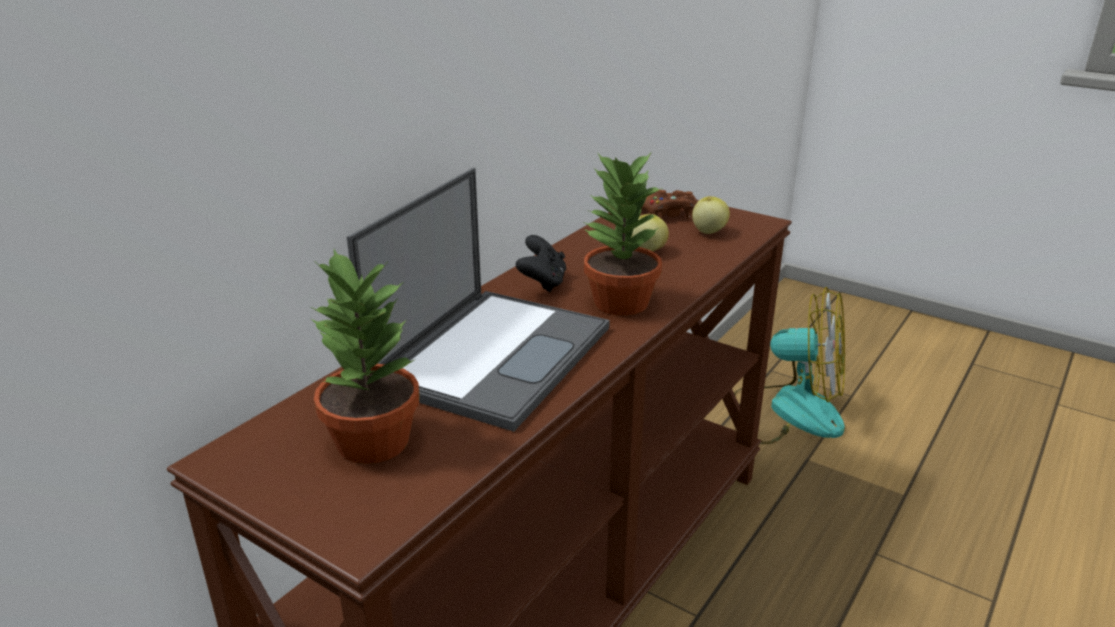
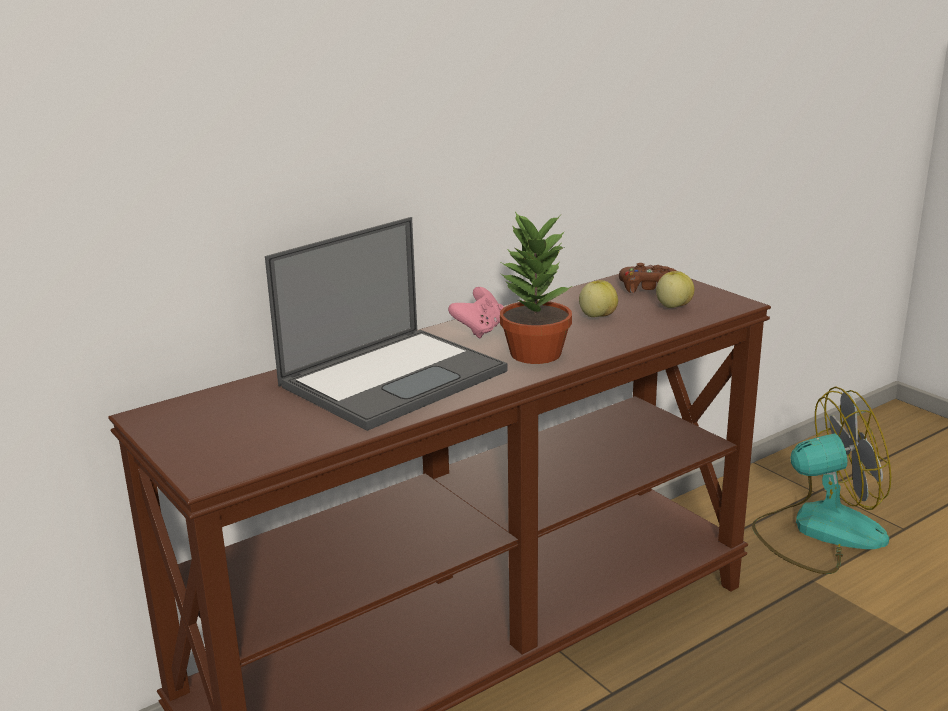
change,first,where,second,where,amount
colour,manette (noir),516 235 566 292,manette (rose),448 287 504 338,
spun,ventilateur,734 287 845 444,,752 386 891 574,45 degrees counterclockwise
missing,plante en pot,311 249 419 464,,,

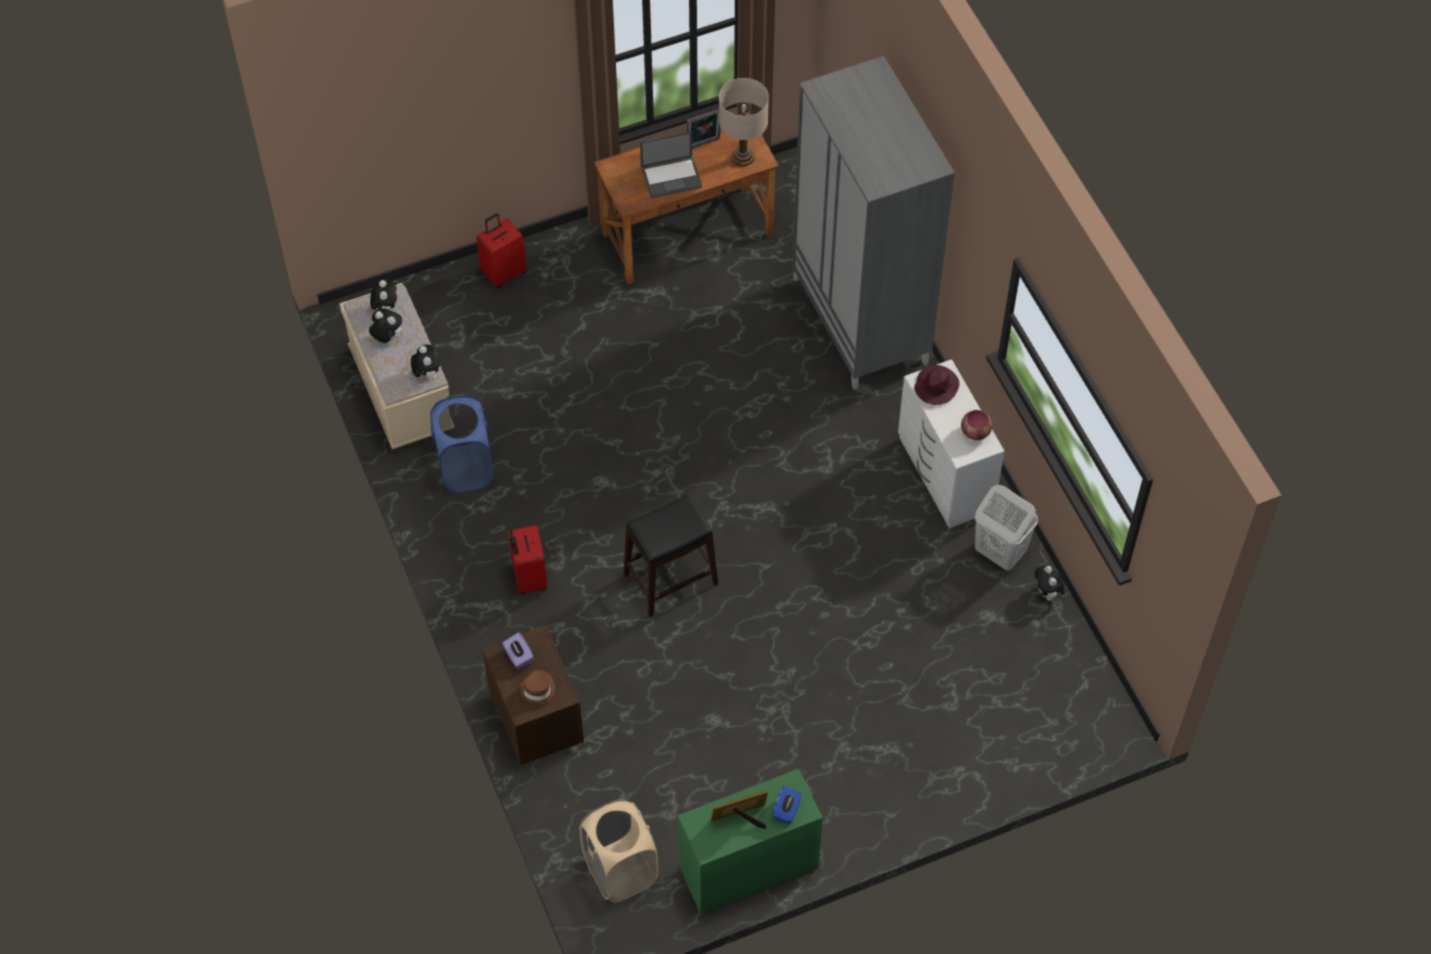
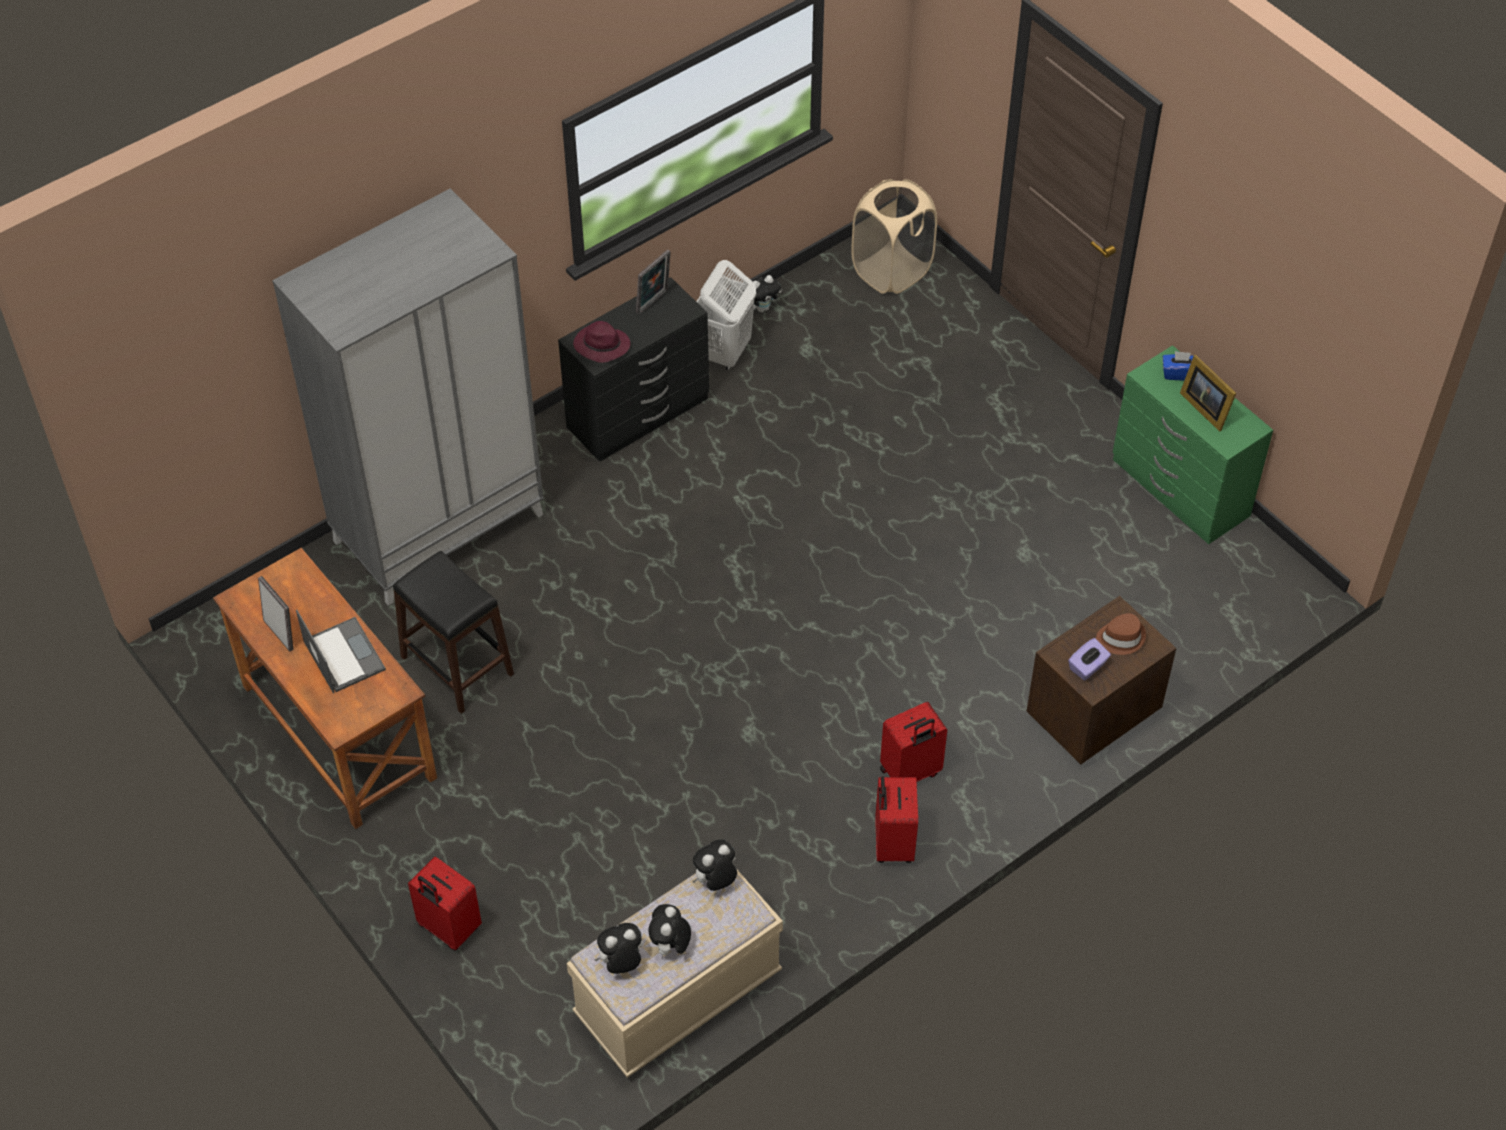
change,first,where,second,where,amount
relocated,tabouret (noir),623 494 718 617,,393 551 514 714,
colour,commode (blanc),898 359 1005 528,commode (noir),558 277 709 462,
exchanged,bol,961 410 992 440,cadre photo,636 249 671 315,
relocated,panier à linge (beige),579 799 659 903,,851 179 937 294,
appeared,,,valise (rouge),875 777 918 863,
missing,panier à linge (bleu),430 396 494 493,,,
missing,lampe de table (beige),719 78 769 166,,,

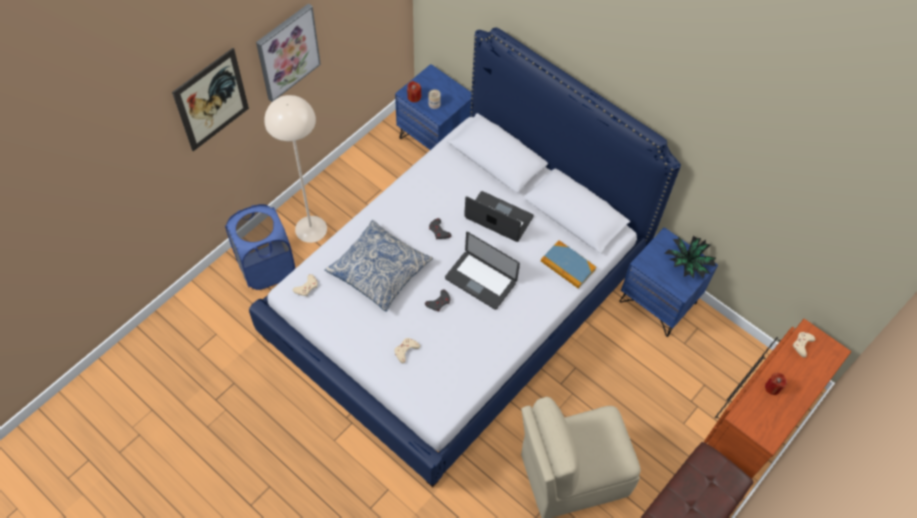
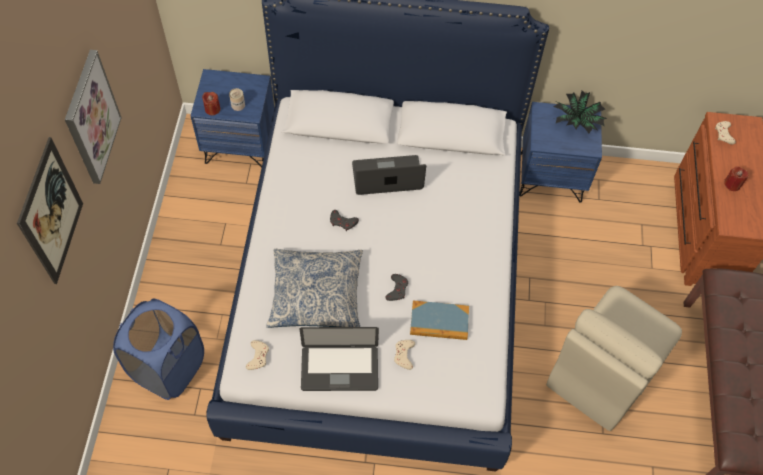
change,first,where,second,where,amount
relocated,ordinateur portable,445 232 520 309,,300 327 379 391,
relocated,livre,541 240 596 289,,410 301 469 340,
missing,lampadaire (beige),264 95 327 243,,,

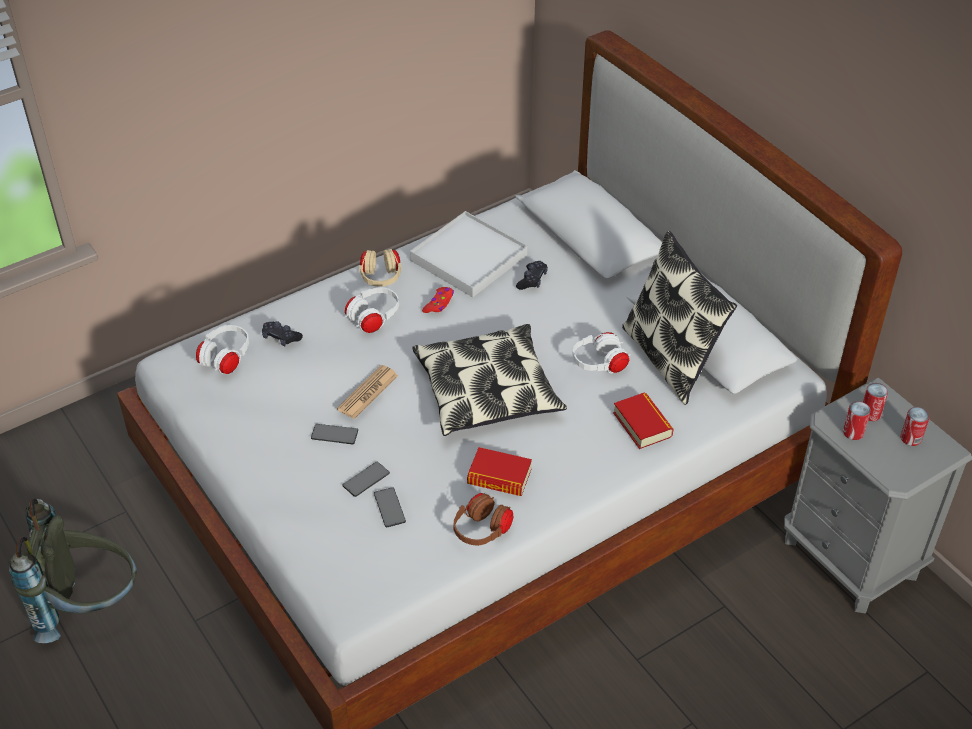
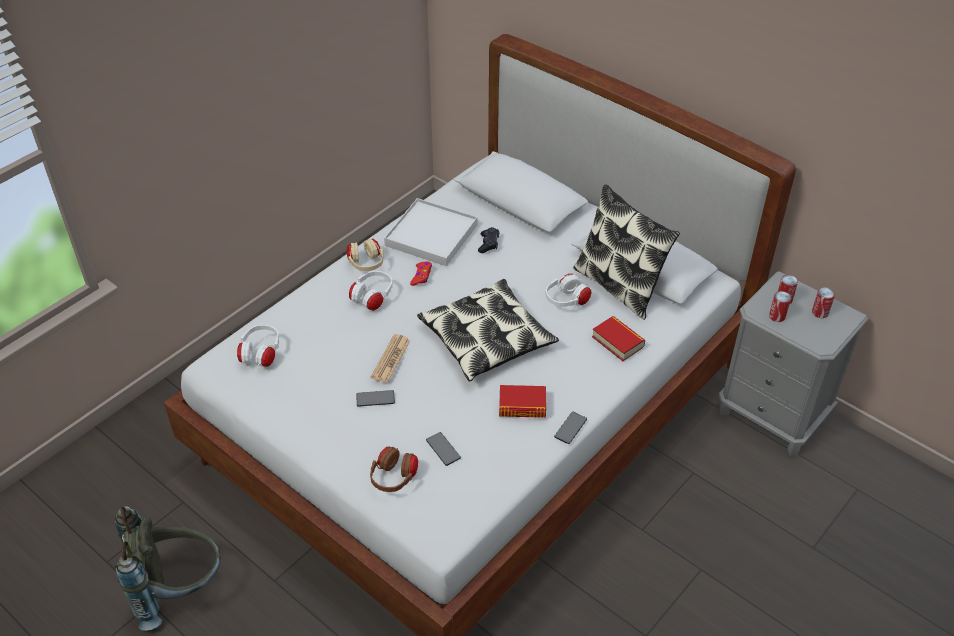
change,first,where,second,where,amount
relocated,casque audio (marron),453 493 513 546,,370 447 418 492,
relocated,téléphone,342 462 390 497,,554 412 587 444,
missing,manette (noir),262 321 303 346,,,

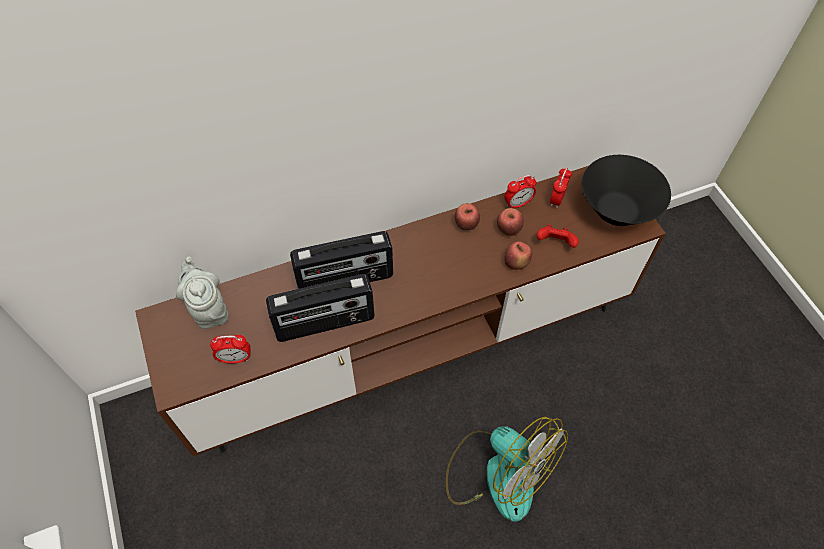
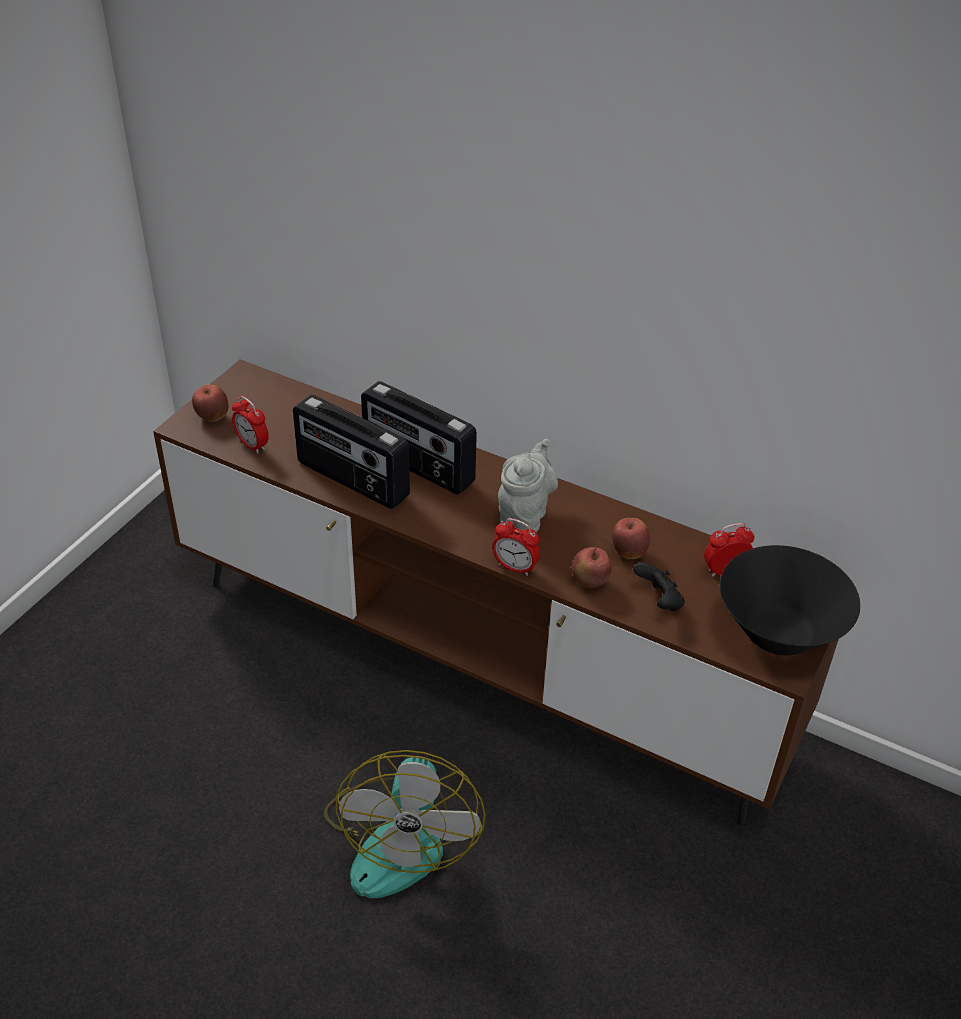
change,first,where,second,where,amount
relocated,pomme,455 203 480 230,,192 385 228 422,
relocated,réveil,504 175 536 208,,492 518 540 576,
relocated,théière (gris),176 257 229 329,,498 439 558 532,
colour,manette (rouge),537 224 579 248,manette (noir),633 562 685 611,

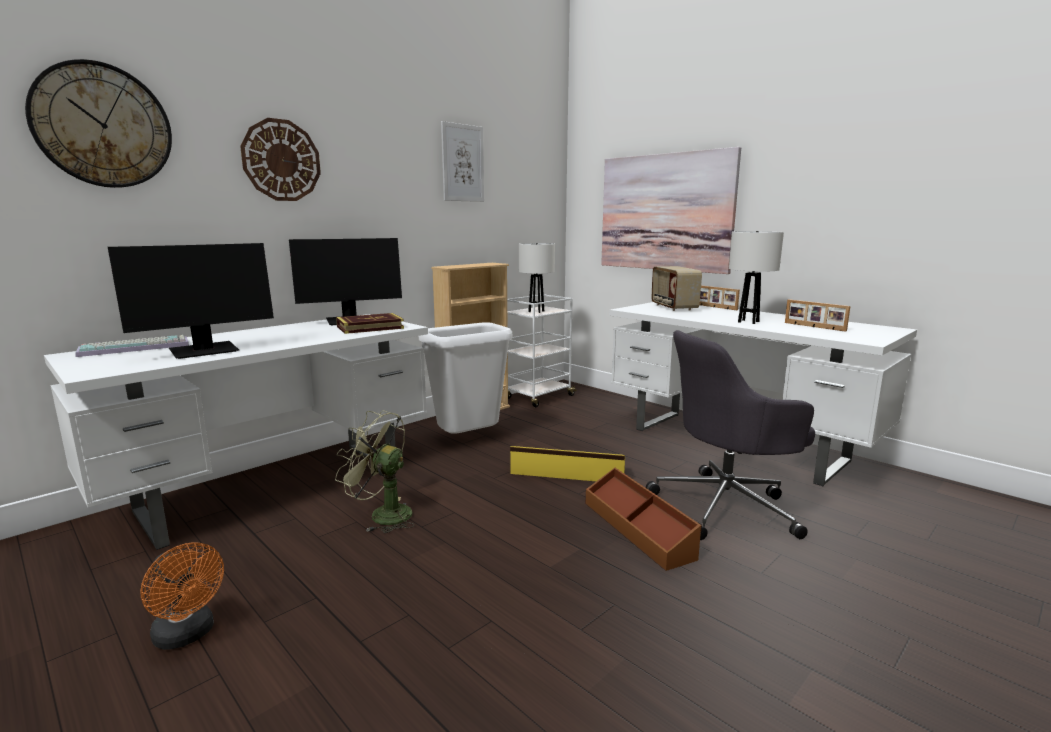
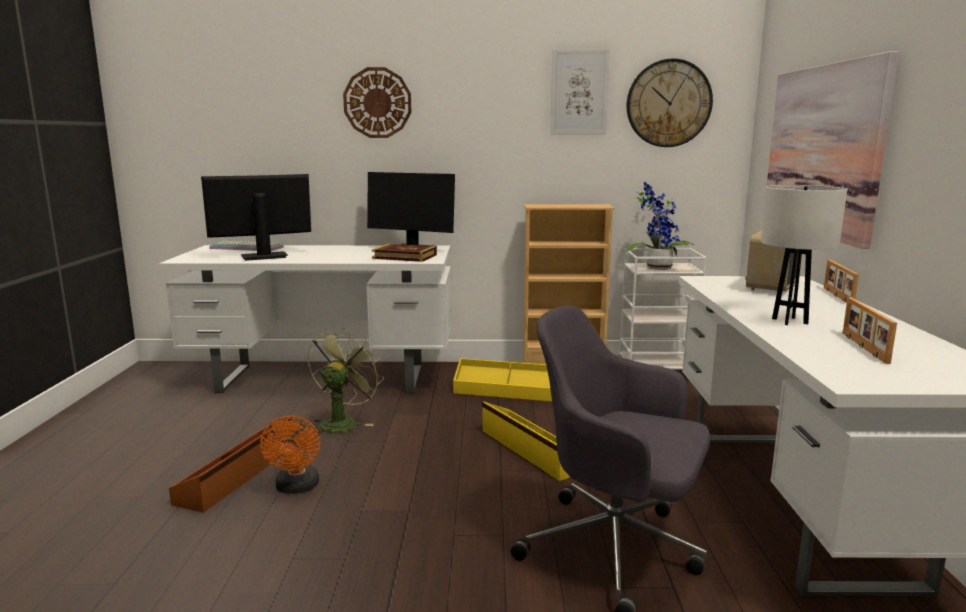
change,first,where,second,where,amount
relocated,boîte de rangement (marron),586 468 702 571,,169 417 292 513,
spun,écran d'ordinateur,108 243 274 359,,201 174 311 261,150 degrees clockwise
relocated,ventilateur (orange),140 542 224 650,,260 416 320 494,
spun,ventilateur (vert),335 410 415 533,,308 328 384 436,45 degrees clockwise
exchanged,poubelle (blanc),419 322 513 434,boîte de rangement (jaune),453 358 552 402,
relocated,horloge murale,25 59 172 188,,626 58 713 147,
exchanged,lampe de table (blanc),519 243 555 313,plante en pot,626 182 694 270,

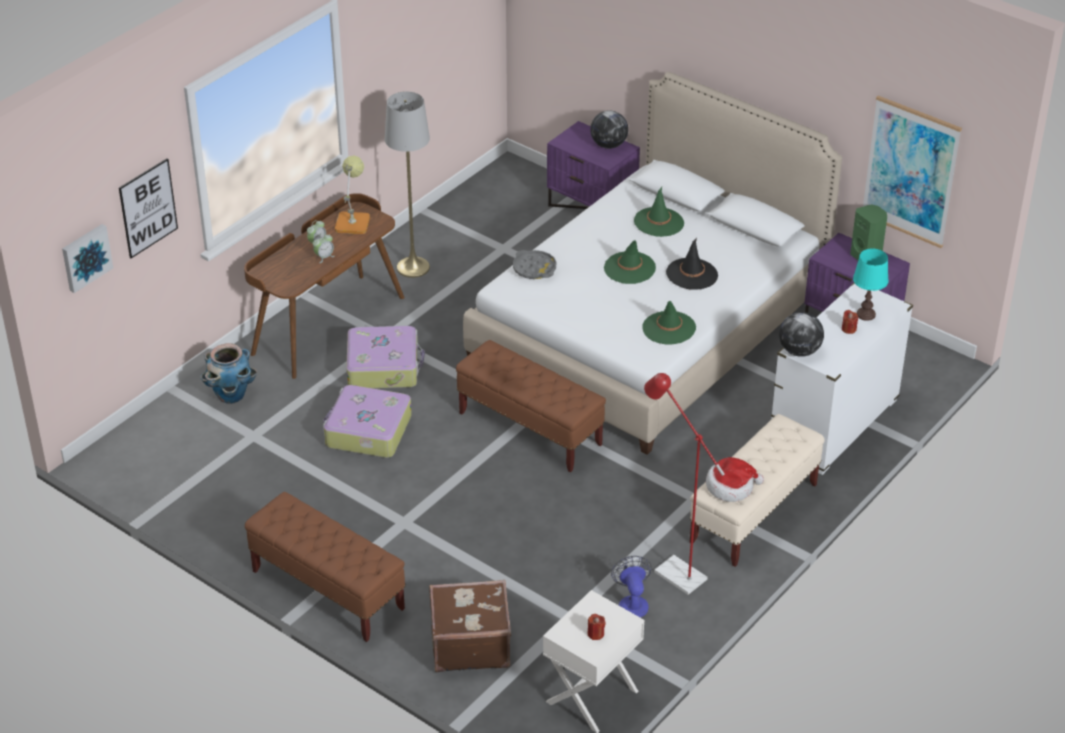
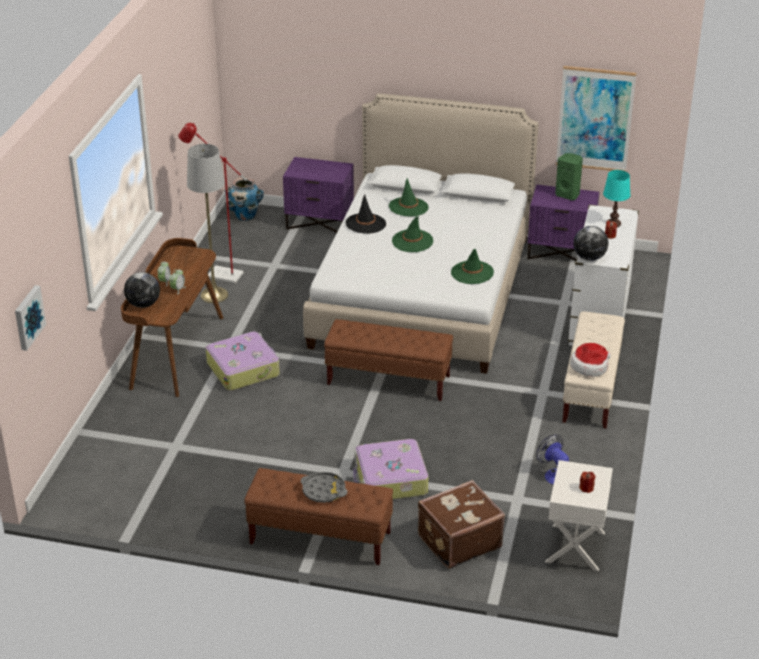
change,first,where,second,where,amount
relocated,globe,590 110 628 149,,124 272 160 308,
relocated,lampadaire (rouge),644 373 725 595,,178 123 247 283,
relocated,cache-pot,200 343 257 404,,224 177 264 221,
relocated,plateau (gris),513 250 556 279,,300 472 348 503,
relocated,chapeau (noir),666 238 718 290,,346 195 386 234,
relocated,valise,323 385 412 458,,353 439 428 499,
missing,tableau,119 158 178 258,,,
missing,lampe de table,335 155 370 234,,,

